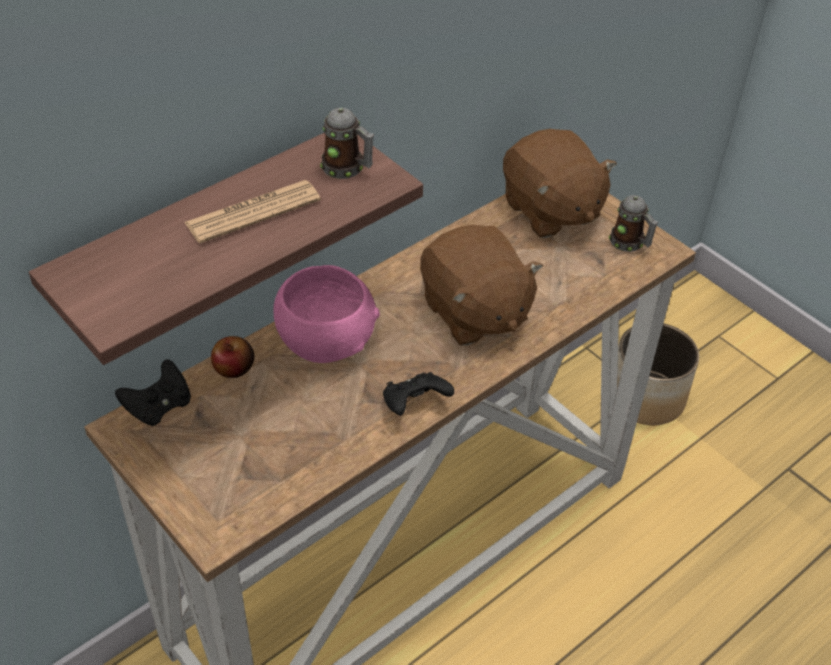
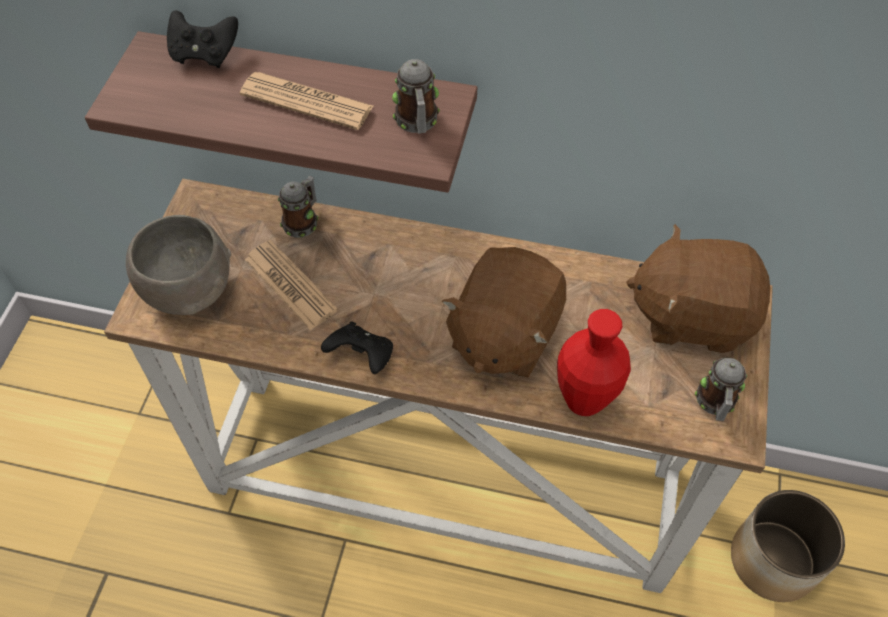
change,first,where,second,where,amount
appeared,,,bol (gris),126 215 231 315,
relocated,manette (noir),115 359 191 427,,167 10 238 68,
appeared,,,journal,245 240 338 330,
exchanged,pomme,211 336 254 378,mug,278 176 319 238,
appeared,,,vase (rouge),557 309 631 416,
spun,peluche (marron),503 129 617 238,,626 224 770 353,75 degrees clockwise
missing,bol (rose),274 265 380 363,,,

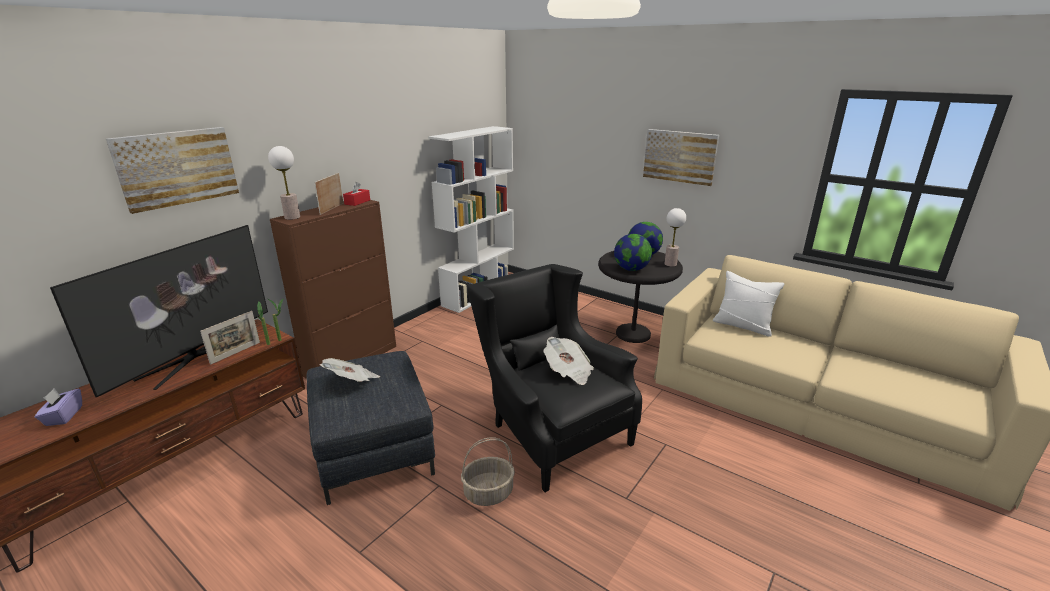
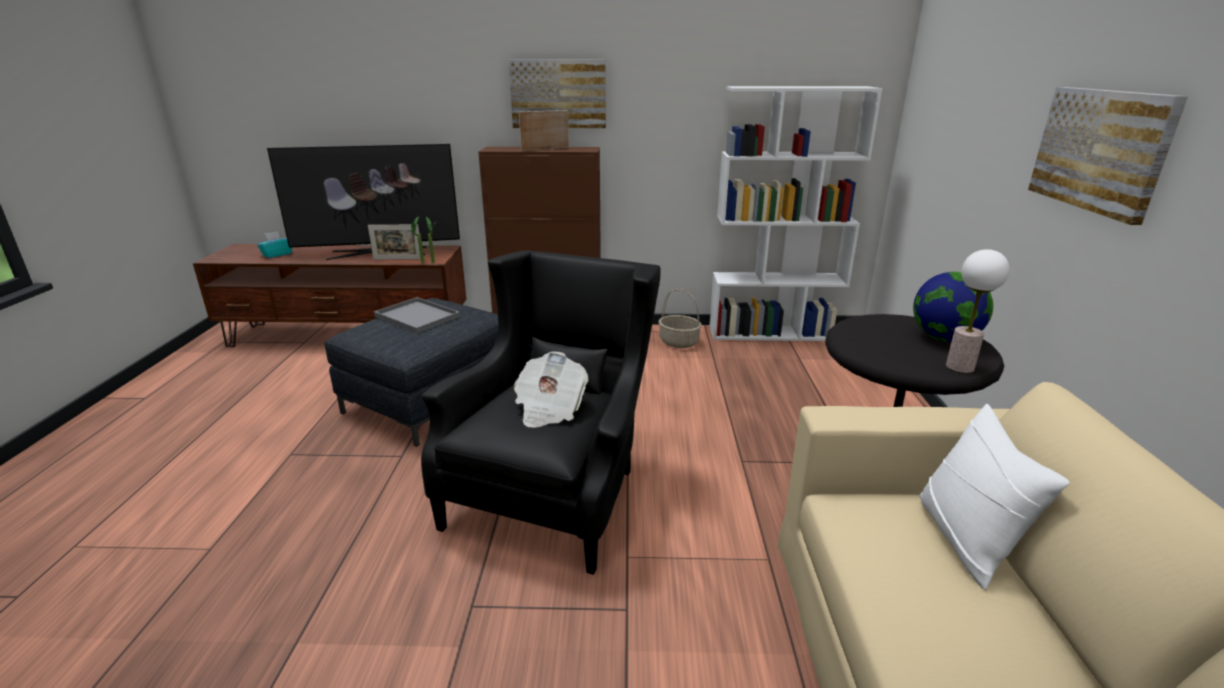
change,first,where,second,where,amount
colour,boîte à mouchoirs (violet),35 388 82 426,boîte à mouchoirs (turquoise),257 231 292 258,
exchanged,journal,319 358 380 382,plateau (gris),374 297 460 333,
relocated,tableau,106 127 239 214,,509 59 606 128,
relocated,panier,461 437 515 506,,659 288 702 348,
missing,lampe de table,268 146 300 220,,,
missing,boîte à mouchoirs (rouge),343 182 370 206,,,
missing,globe,614 234 652 271,,,

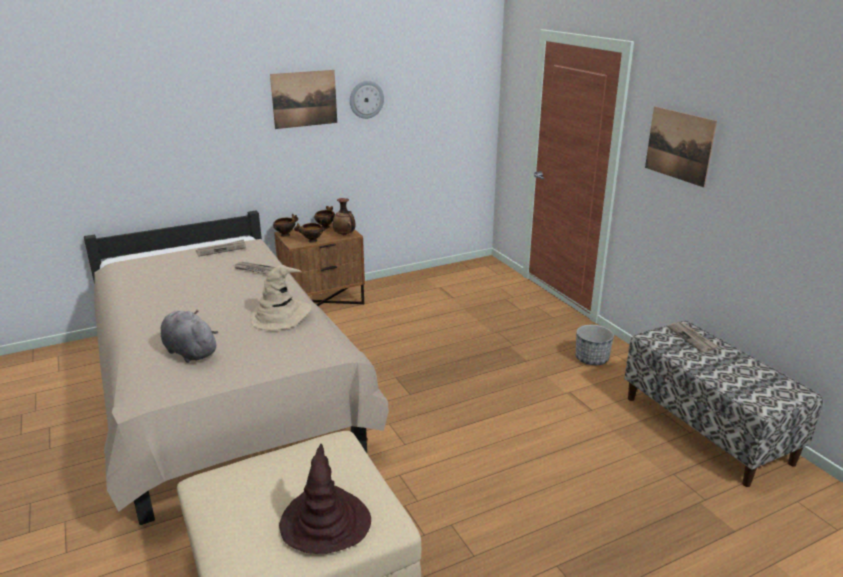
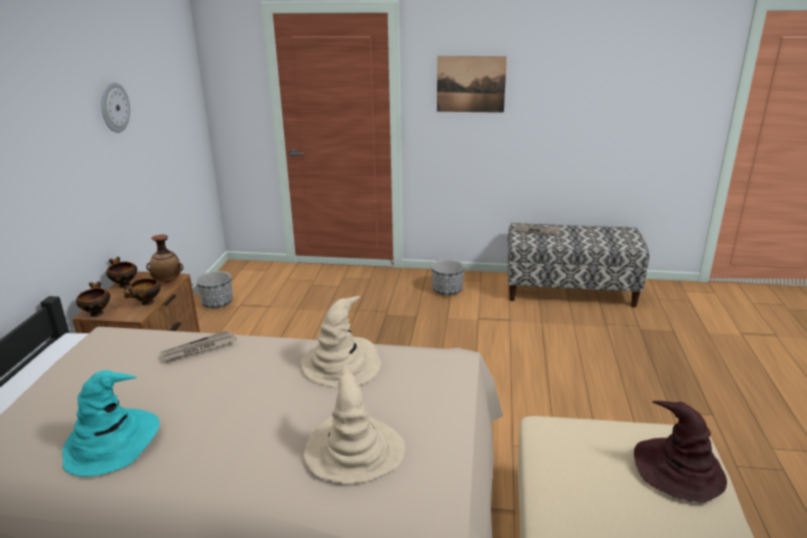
change,first,where,second,where,amount
appeared,,,chapeau (turquoise),62 370 160 477,
appeared,,,cache-pot,196 271 233 308,
exchanged,peluche (gris),161 310 218 363,chapeau (beige),304 364 405 483,
missing,journal,196 239 246 257,,,
missing,tableau,270 70 337 129,,,

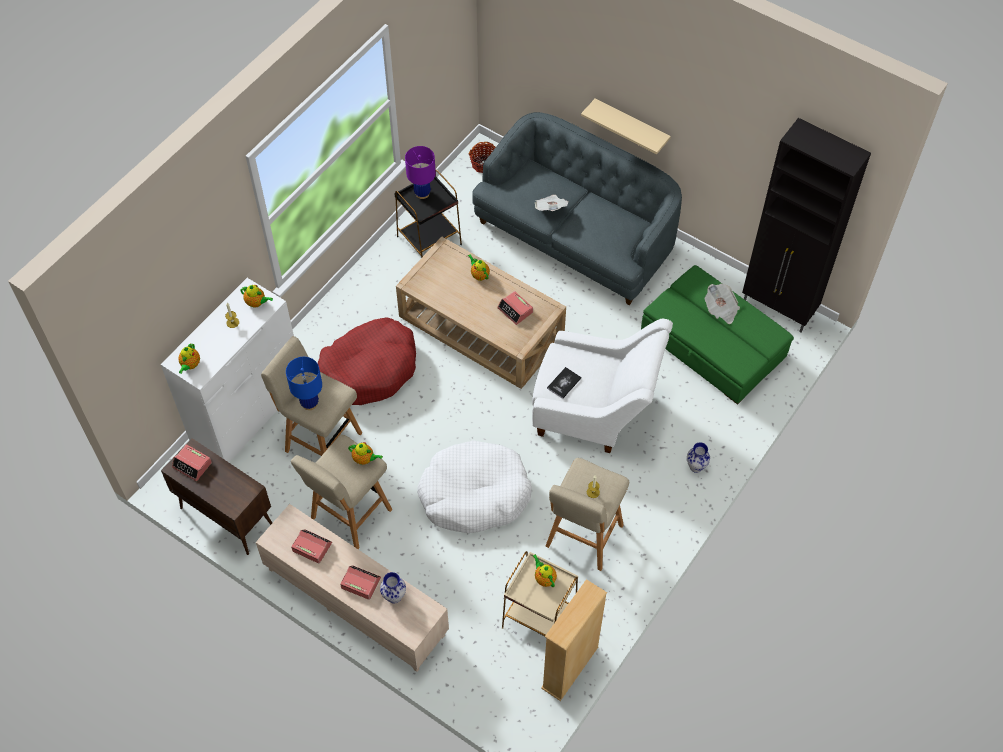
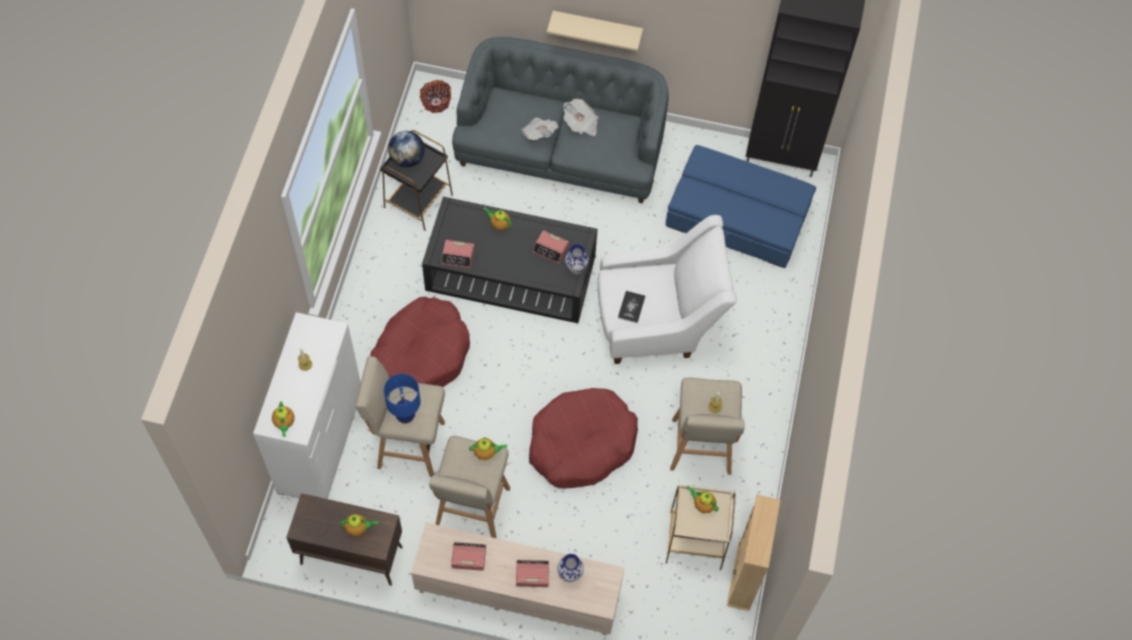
change,first,where,second,where,amount
relocated,théière,240 285 273 308,,340 513 379 536,
exchanged,lampe de table (violet),405 146 436 199,globe,388 131 425 167,
colour,table basse (beige),396 236 566 389,table basse (noir),422 197 598 323,
relocated,réveil,172 444 212 481,,441 240 474 268,
colour,panier pour chien (blanc),417 440 532 533,panier pour chien (rouge),529 388 638 489,
relocated,journal,705 284 740 324,,563 99 598 136,
relocated,vase,687 442 710 473,,565 244 589 275,
colour,pouf (vert),641 265 794 404,pouf (bleu),666 145 816 268,

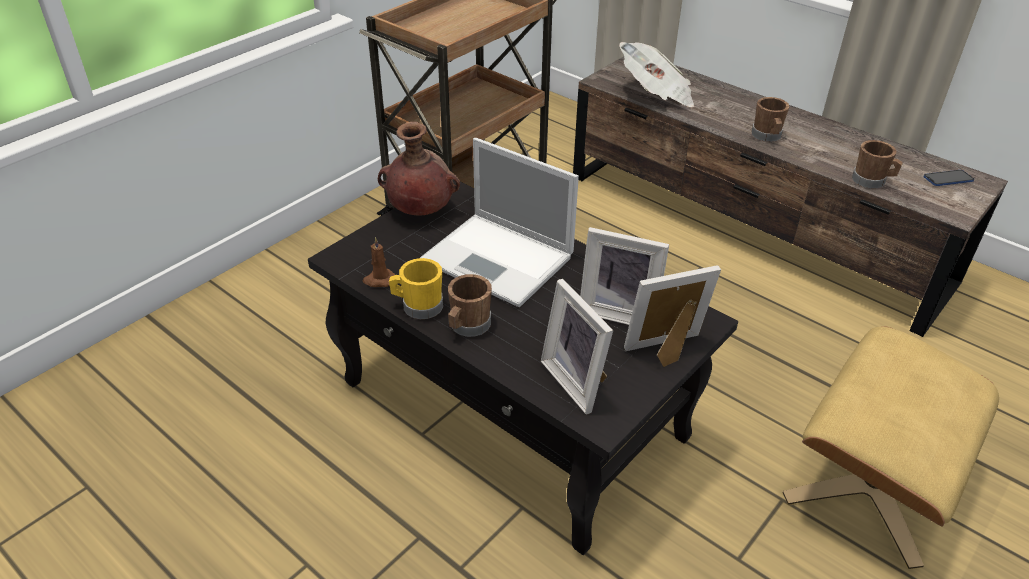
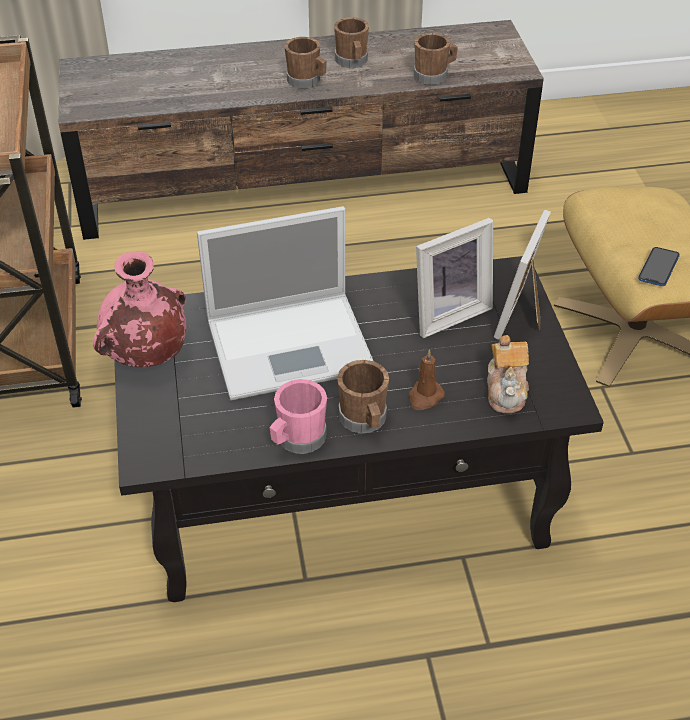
change,first,where,second,where,amount
colour,vase (marron),378 122 460 215,vase (rose),93 251 187 367,
colour,mug (jaune),389 258 443 319,mug (rose),270 379 327 454,
appeared,,,mug (marron),334 17 369 68,
relocated,bougie (marron),362 237 395 287,,408 349 445 410,
exchanged,cadre photo,541 279 613 415,théière,487 335 529 414,
relocated,téléphone,923 170 974 186,,638 247 680 286,
missing,journal,619 42 694 107,,,

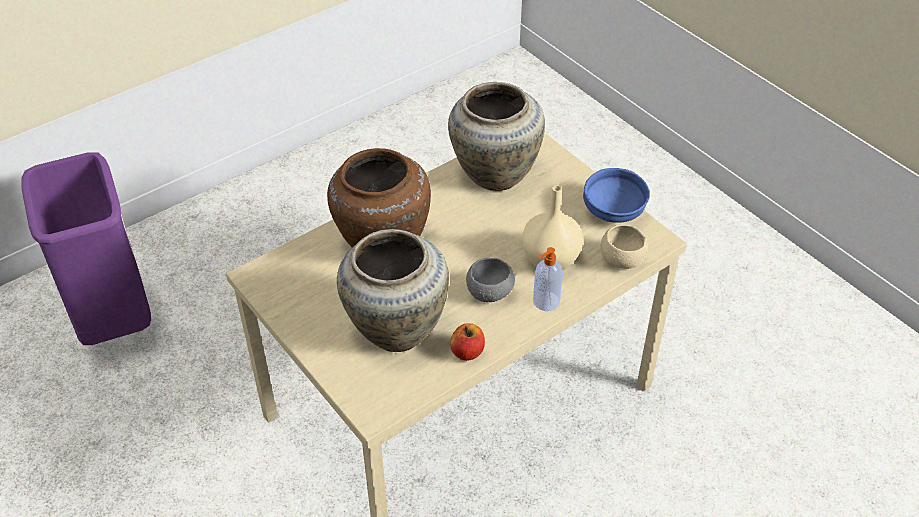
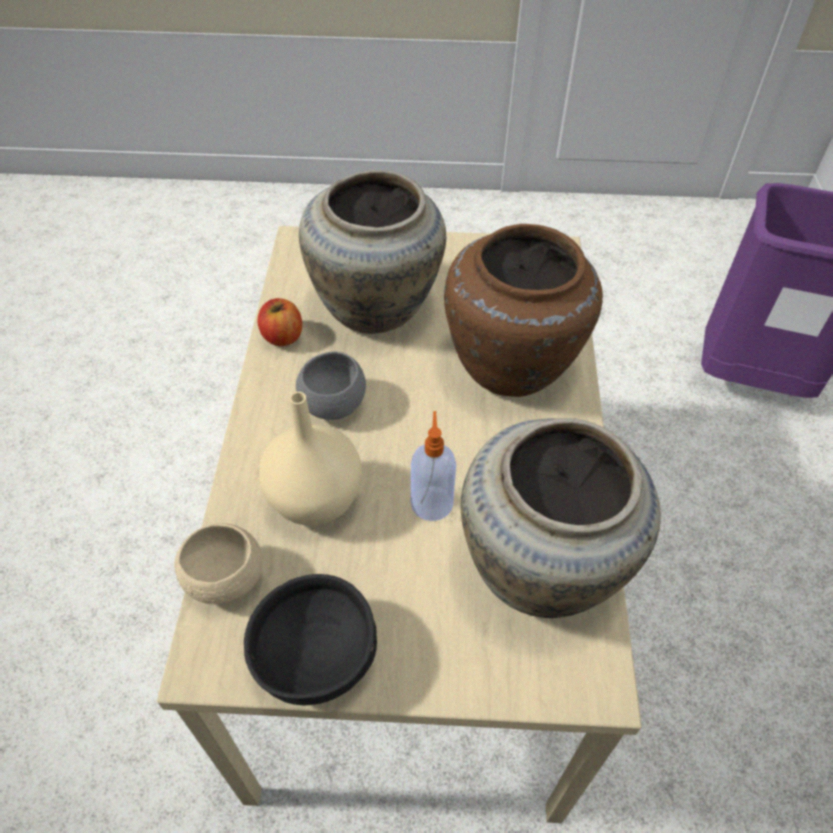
change,first,where,second,where,amount
colour,bol (bleu),583 168 650 223,bol (noir),244 574 377 706,
relocated,distributeur de savon,533 247 563 311,,411 411 456 521,

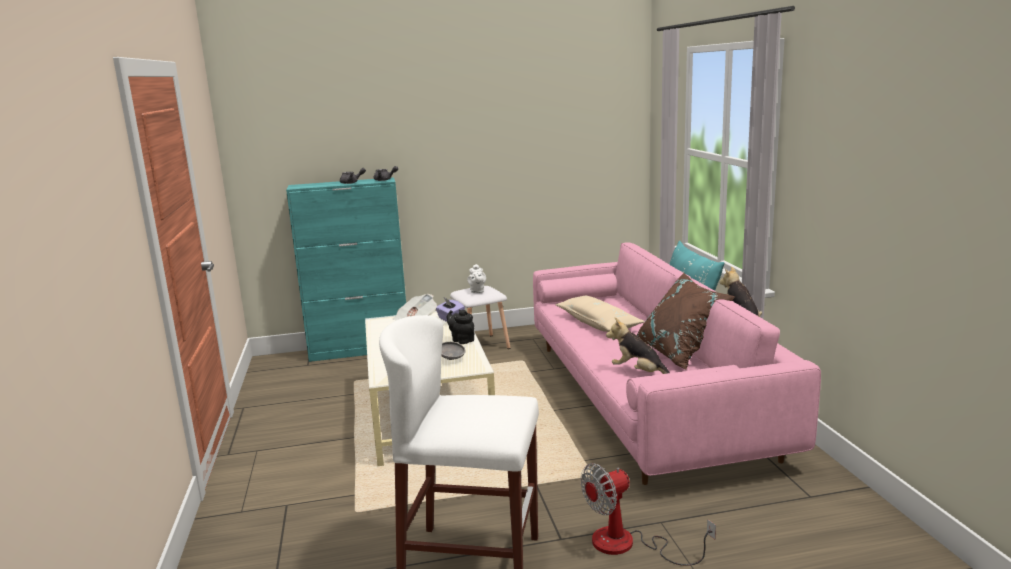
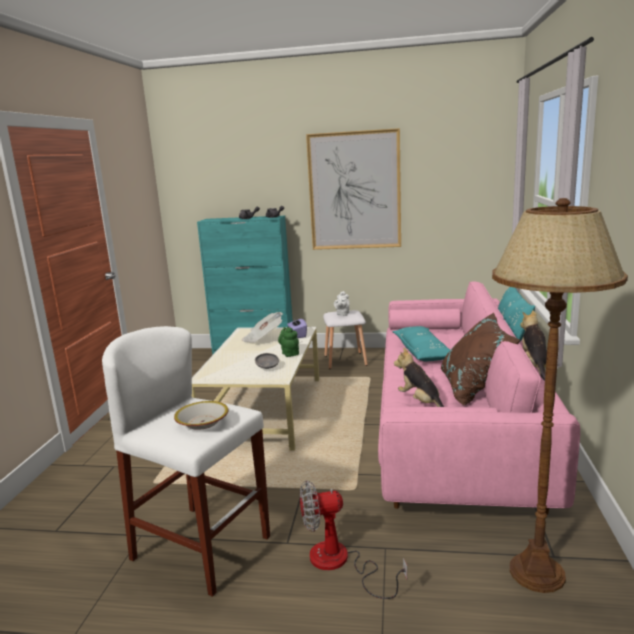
change,first,where,second,where,amount
appeared,,,bol,174 401 228 430,
colour,théière (noir),447 310 475 344,théière (vert),278 327 299 357,
appeared,,,tableau,306 128 401 250,
colour,coussin (beige),555 296 645 332,coussin (turquoise),392 326 450 361,
appeared,,,lampadaire (marron),492 198 628 593,

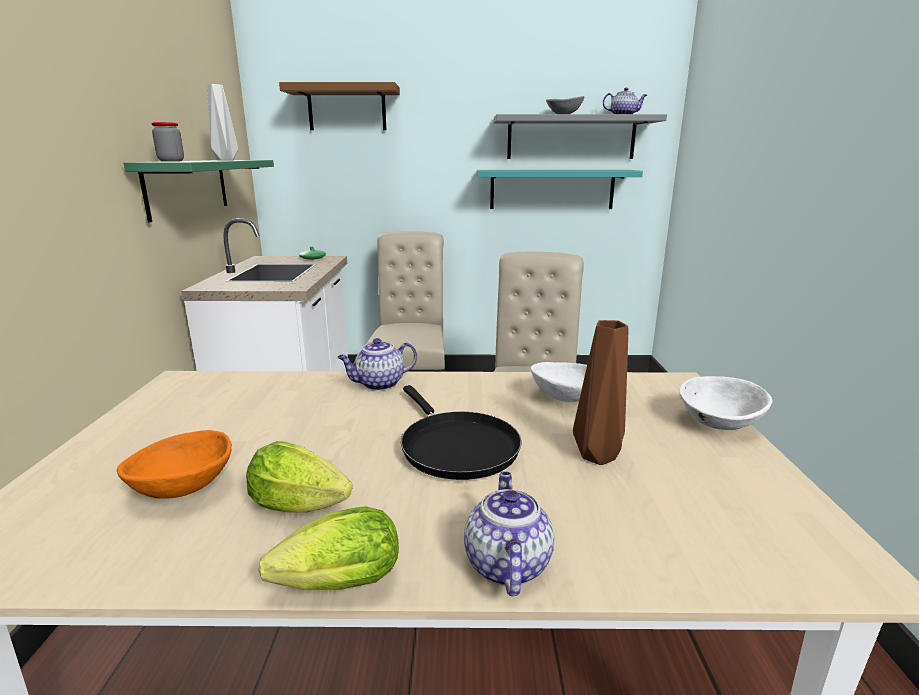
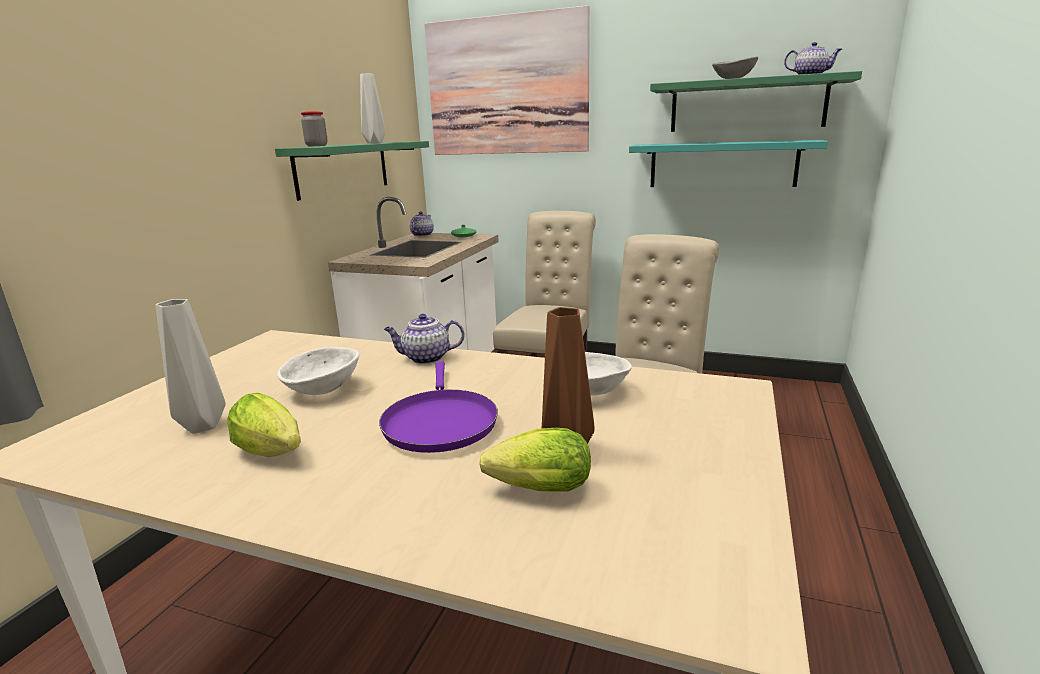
change,first,where,second,where,amount
exchanged,bol (orange),116 430 232 499,vase (gris),156 299 226 434,
relocated,bol (blanc),679 376 773 430,,277 347 360 395,
colour,poêle (noir),401 385 522 480,poêle (violet),379 361 498 453,
relocated,théière,464 471 554 596,,409 211 434 236,
exchanged,étagère (marron),279 82 400 130,tableau,424 5 590 155,
relocated,laitue,258 506 399 590,,479 428 591 492,
colour,étagère (gris),494 114 667 159,étagère (vert),650 71 862 132,

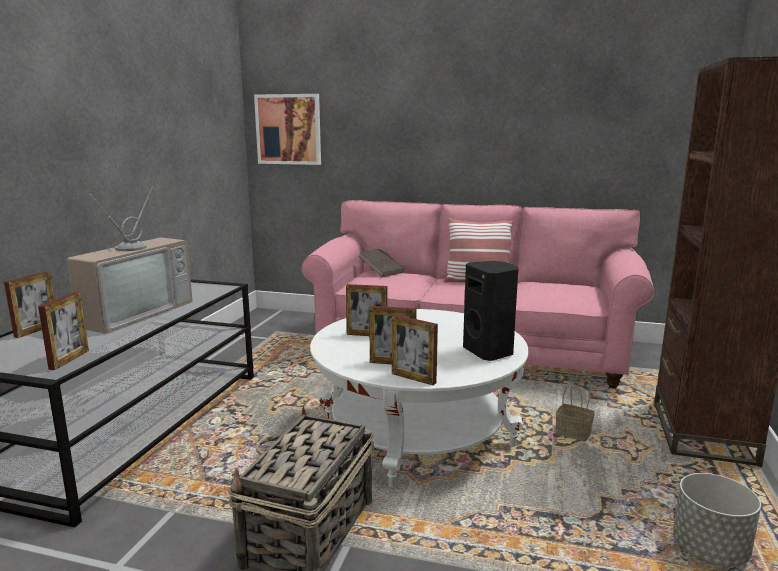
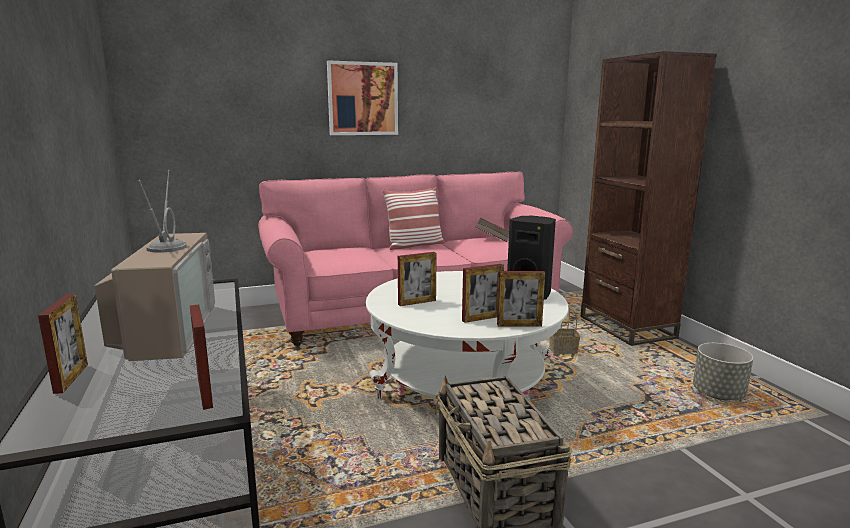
change,first,where,second,where,amount
relocated,tableau,254 94 321 165,,327 61 398 135,
relocated,livre (marron),359 249 404 277,,476 218 509 242,

